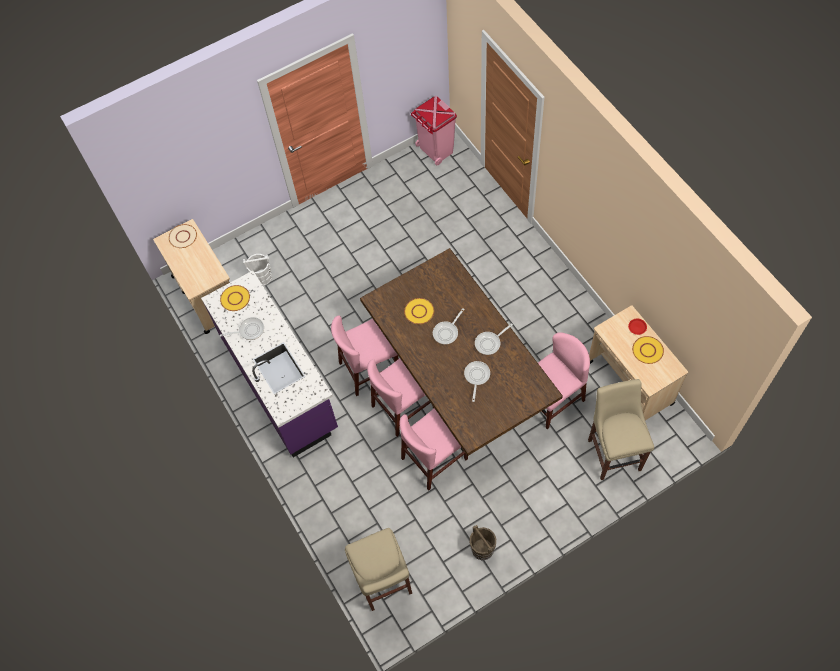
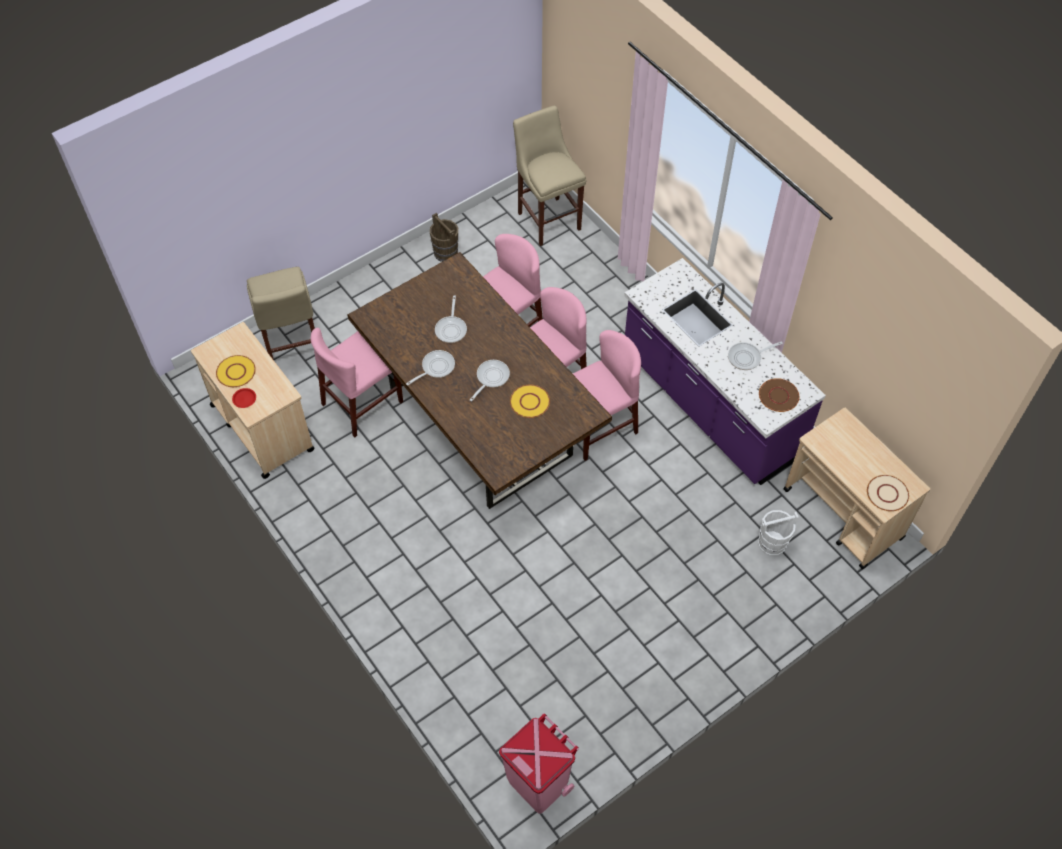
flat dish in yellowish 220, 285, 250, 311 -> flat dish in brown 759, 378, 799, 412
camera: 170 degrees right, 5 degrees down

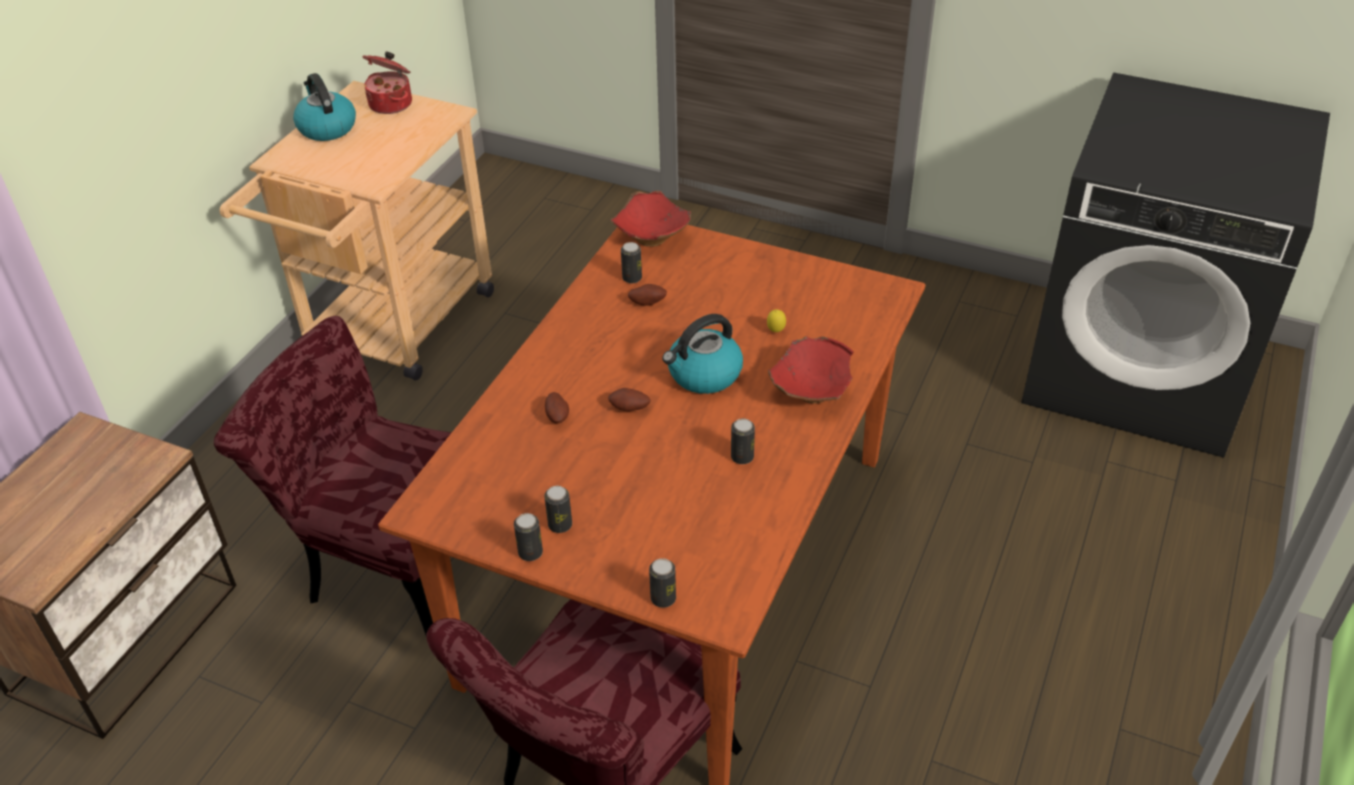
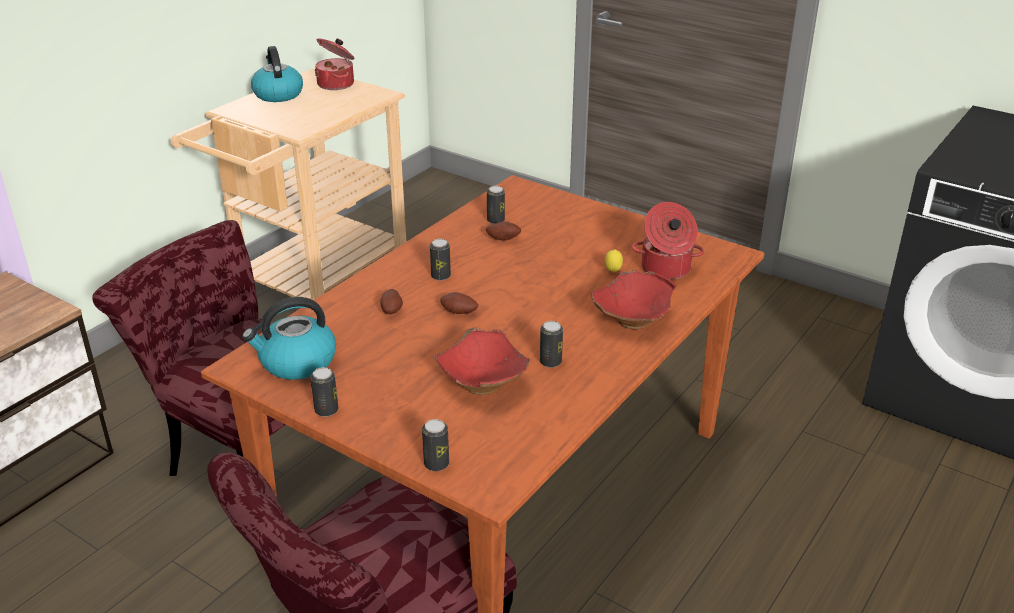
none -> cooking pot 632, 202, 704, 279
can 544, 486, 572, 533 -> can 430, 239, 451, 281, relocated
deep dish in red-coloured 610, 191, 691, 247 -> deep dish in red-coloured 433, 328, 530, 395, relocated
water kettle 662, 314, 743, 394 -> water kettle 242, 297, 336, 380, relocated
camera: 10 degrees right, 10 degrees down

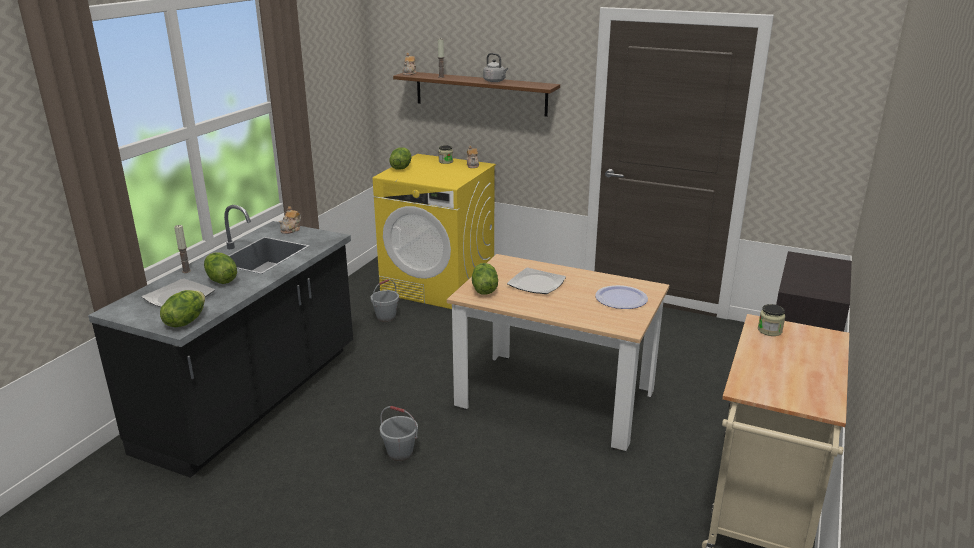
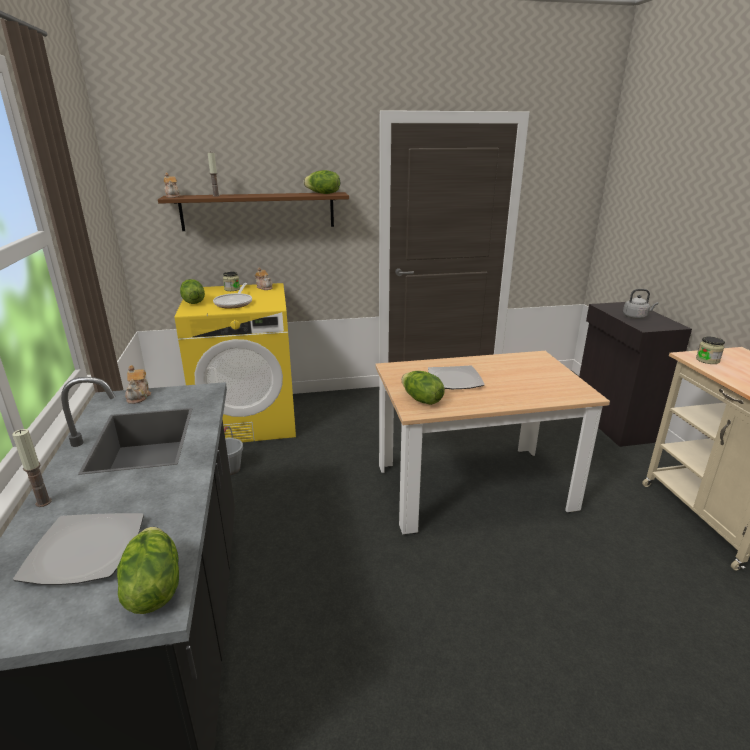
water bucket in grey 380, 406, 418, 461 -> none
flat dish 595, 285, 648, 309 -> none
none -> skillet 213, 283, 252, 308
lettuce 204, 253, 237, 284 -> lettuce 304, 170, 340, 194, relocated
water kettle in grey 483, 53, 508, 82 -> water kettle in grey 623, 289, 658, 319, relocated
camera: 35 degrees left, 0 degrees up

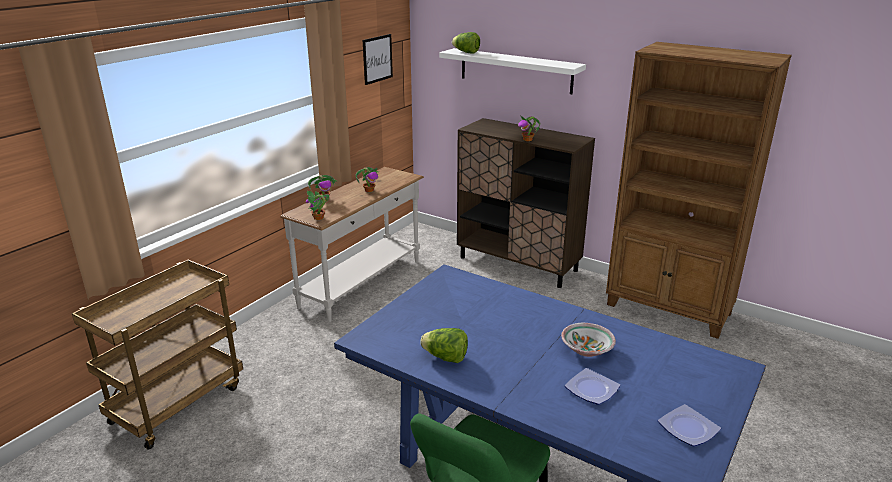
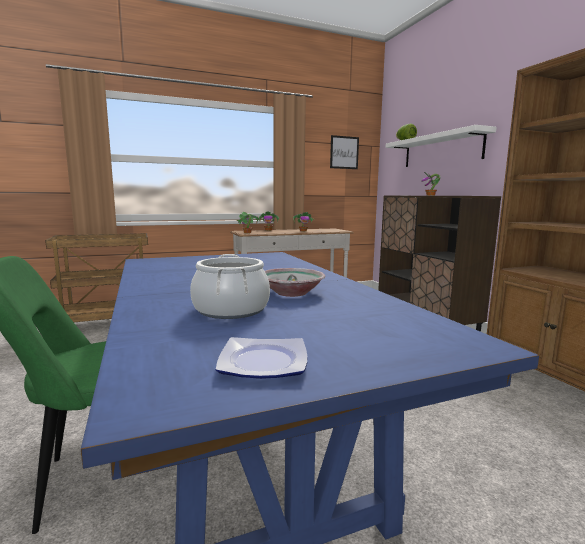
lettuce 420, 328, 468, 363 -> none
flat dish 564, 368, 620, 405 -> cooking pot 190, 254, 270, 319
camera: 35 degrees right, 15 degrees down

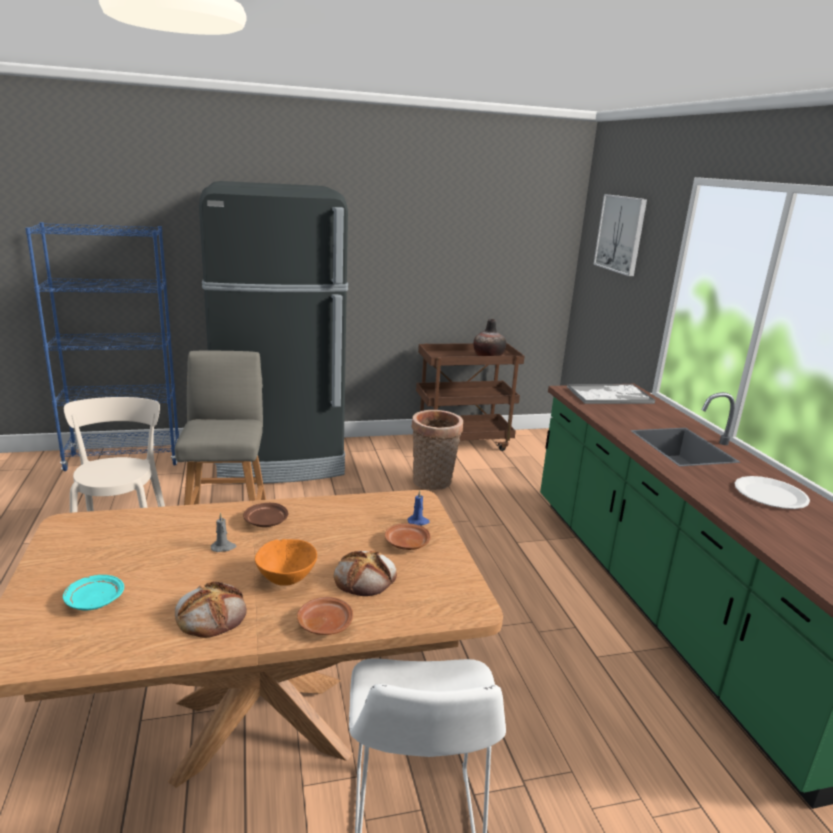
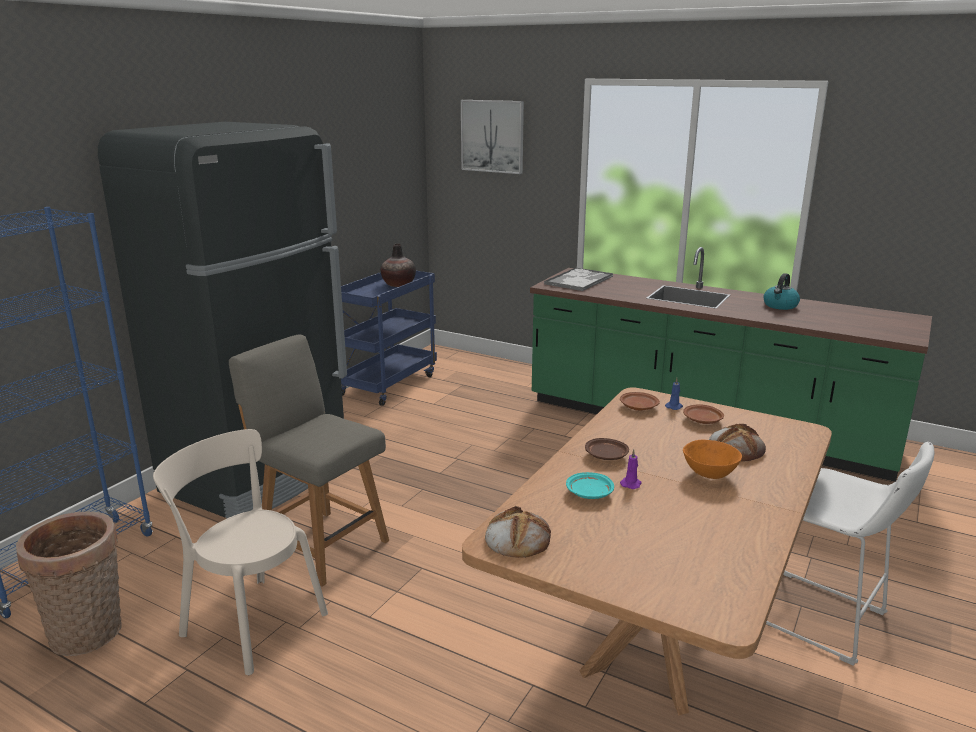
flat dish in blue-green 63, 575, 124, 610 -> flat dish in blue-green 566, 472, 614, 499, relocated
bakery bread 175, 582, 247, 638 -> bakery bread 485, 506, 551, 558, relocated
flat dish in brown 297, 597, 353, 635 -> flat dish in brown 620, 392, 660, 411, relocated
basket 411, 410, 463, 490 -> basket 16, 511, 122, 656, relocated
flat dish in white-coloured 734, 476, 810, 509 -> water kettle 763, 273, 800, 310
wax candle in grey 211, 513, 236, 552 -> wax candle in purple-coloured 620, 449, 641, 489
trolley in brown 416, 343, 525, 451 -> trolley in blue-coloured 341, 271, 437, 406
camera: 45 degrees left, 0 degrees up

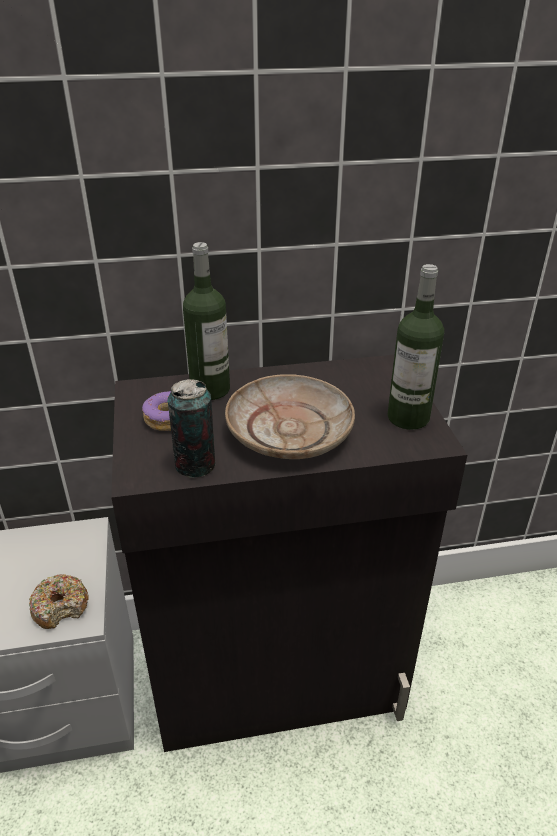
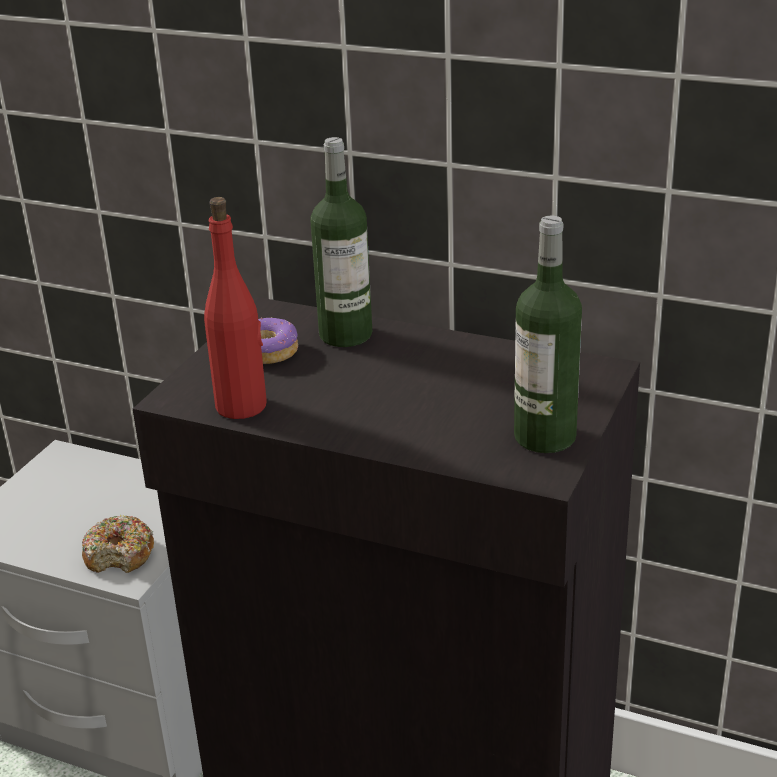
flat dish in beige-coloured 225, 374, 355, 459 -> none
can 167, 379, 215, 478 -> beverage bottle in red-coloured 204, 197, 267, 419
camera: 35 degrees right, 5 degrees down

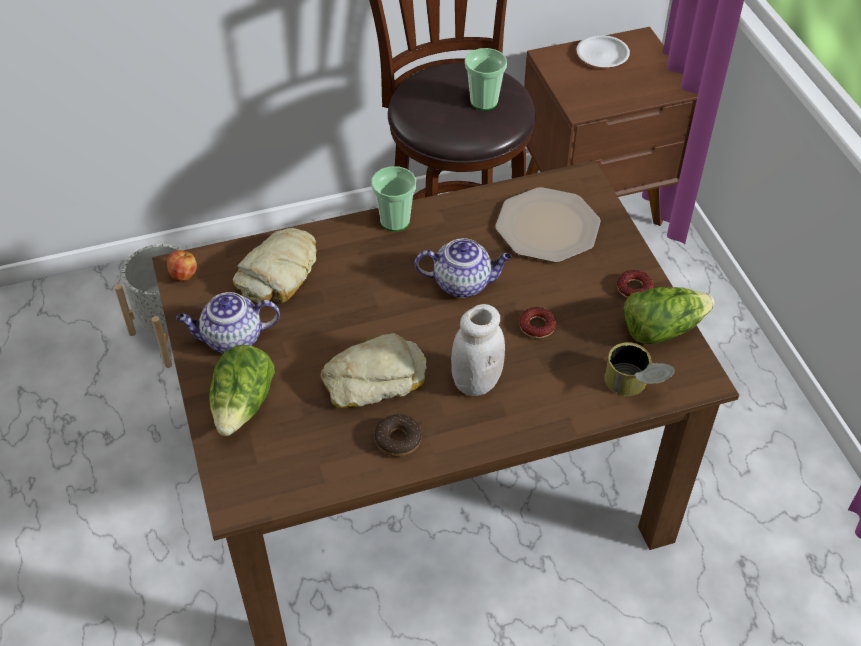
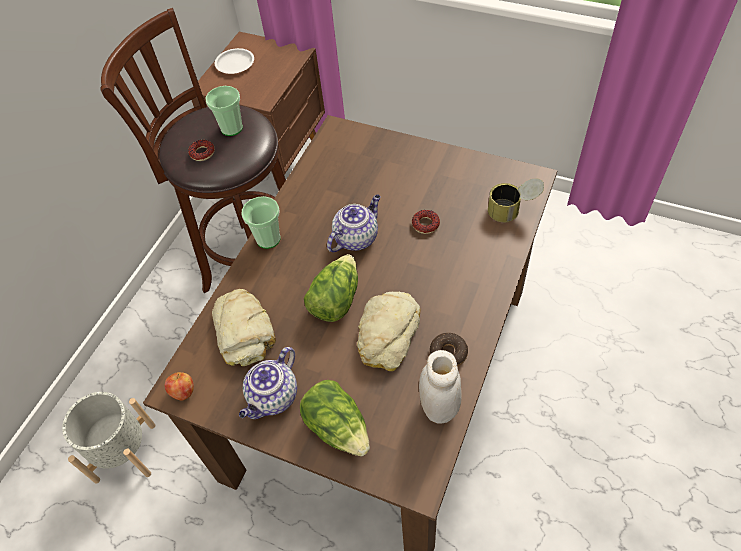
flat dish 495, 187, 601, 262 -> none
jar in white-coloured 451, 304, 505, 396 -> jar in white-coloured 419, 350, 461, 424, relocated
donut 617, 270, 653, 298 -> donut 188, 140, 215, 161, relocated
lettuce 624, 287, 715, 344 -> lettuce 304, 254, 358, 322, relocated
camera: 45 degrees left, 5 degrees up

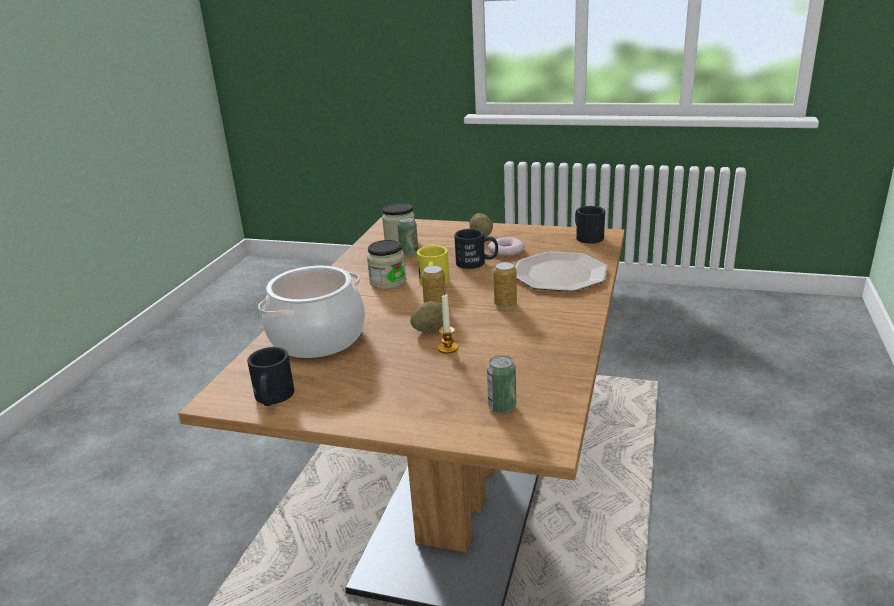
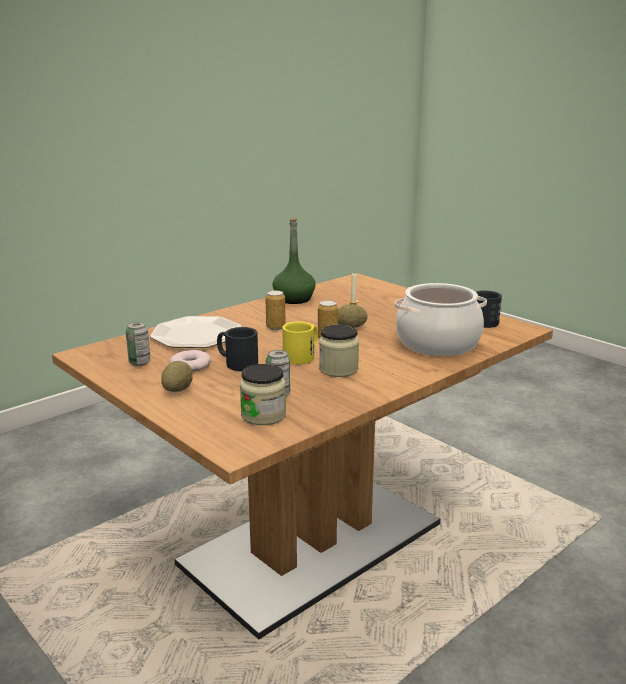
coffee mug in black 575, 206, 605, 244 -> none
none -> beverage bottle in green 272, 217, 316, 304
can 487, 355, 516, 413 -> can 126, 322, 151, 366, relocated
camera: 150 degrees left, 5 degrees down

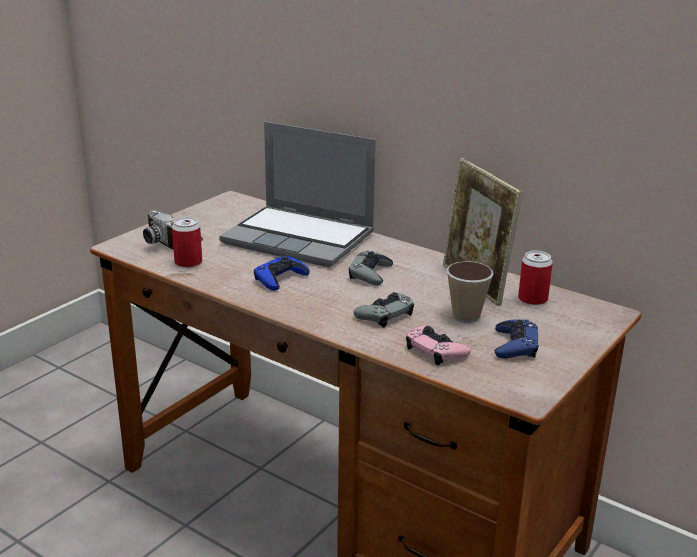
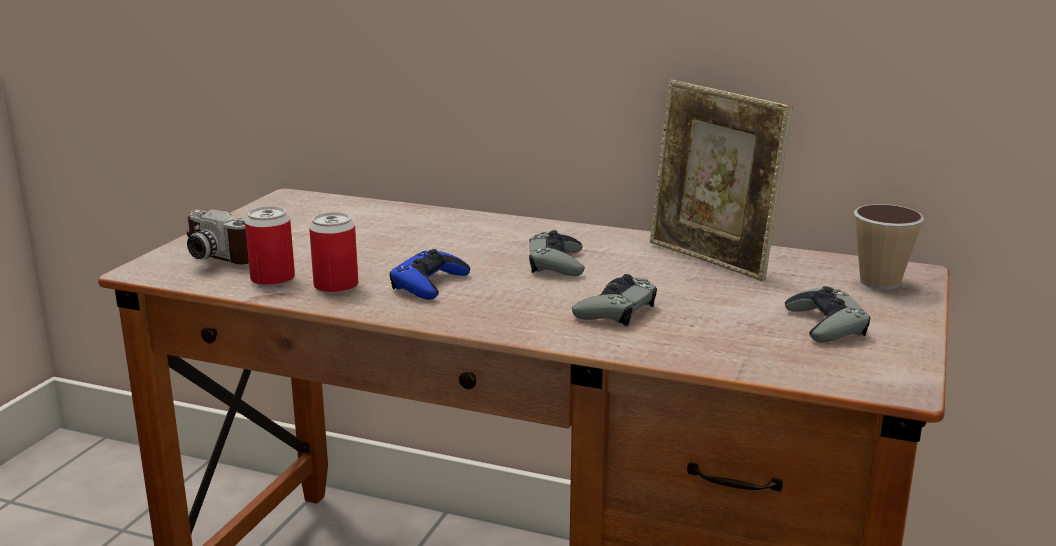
portable computer 219, 122, 376, 267 -> none
joypad in pink-coloured 406, 326, 471, 365 -> none
cup 446, 261, 494, 323 -> cup 854, 204, 924, 290, relocated
can 518, 251, 553, 305 -> can 309, 212, 358, 294, relocated
joypad in blue-coloured 495, 319, 539, 358 -> joypad in grey 785, 286, 870, 342
camera: 15 degrees left, 5 degrees down

